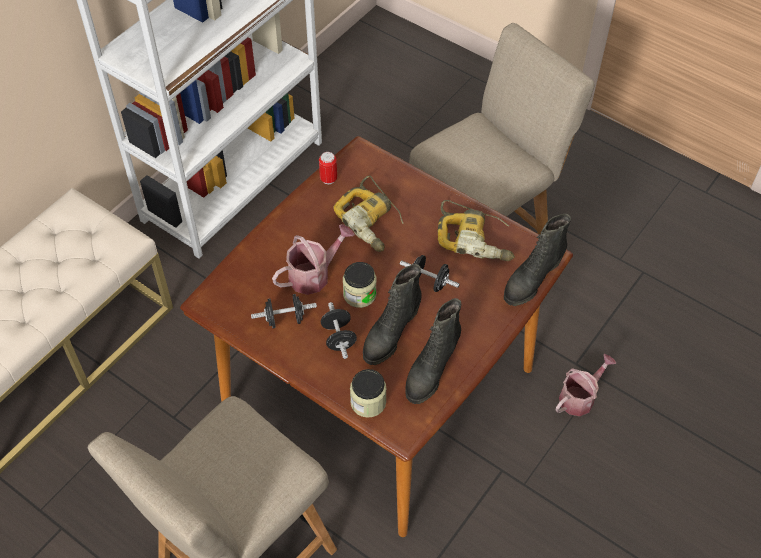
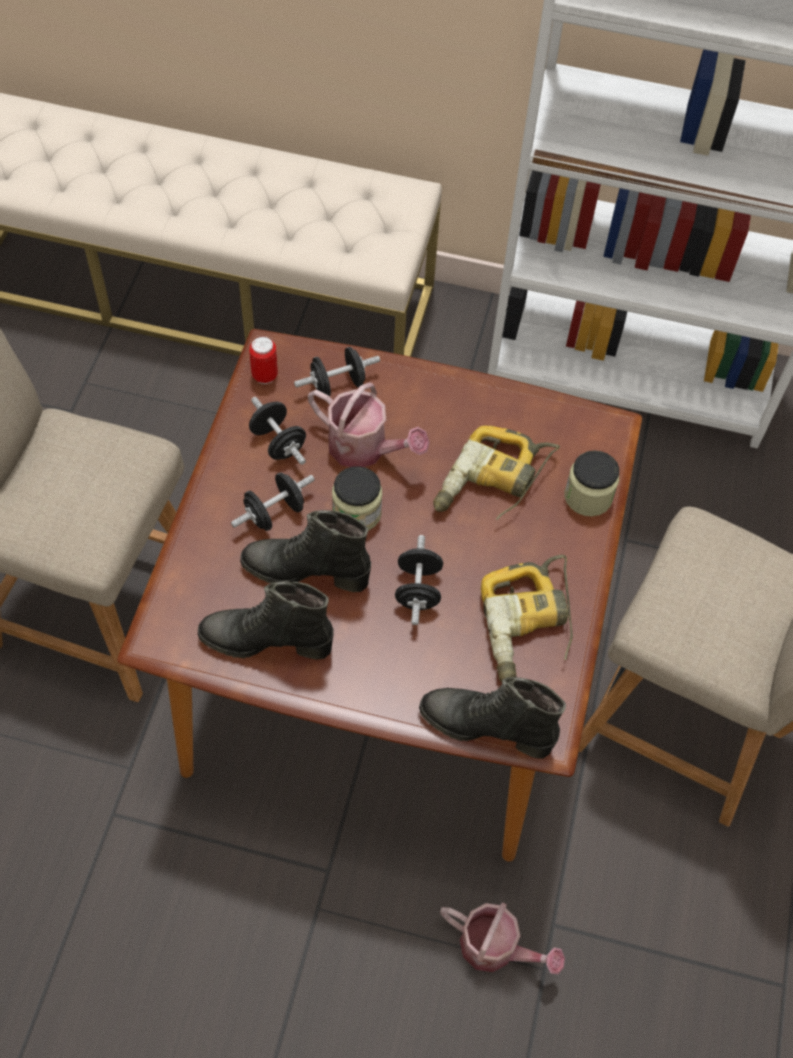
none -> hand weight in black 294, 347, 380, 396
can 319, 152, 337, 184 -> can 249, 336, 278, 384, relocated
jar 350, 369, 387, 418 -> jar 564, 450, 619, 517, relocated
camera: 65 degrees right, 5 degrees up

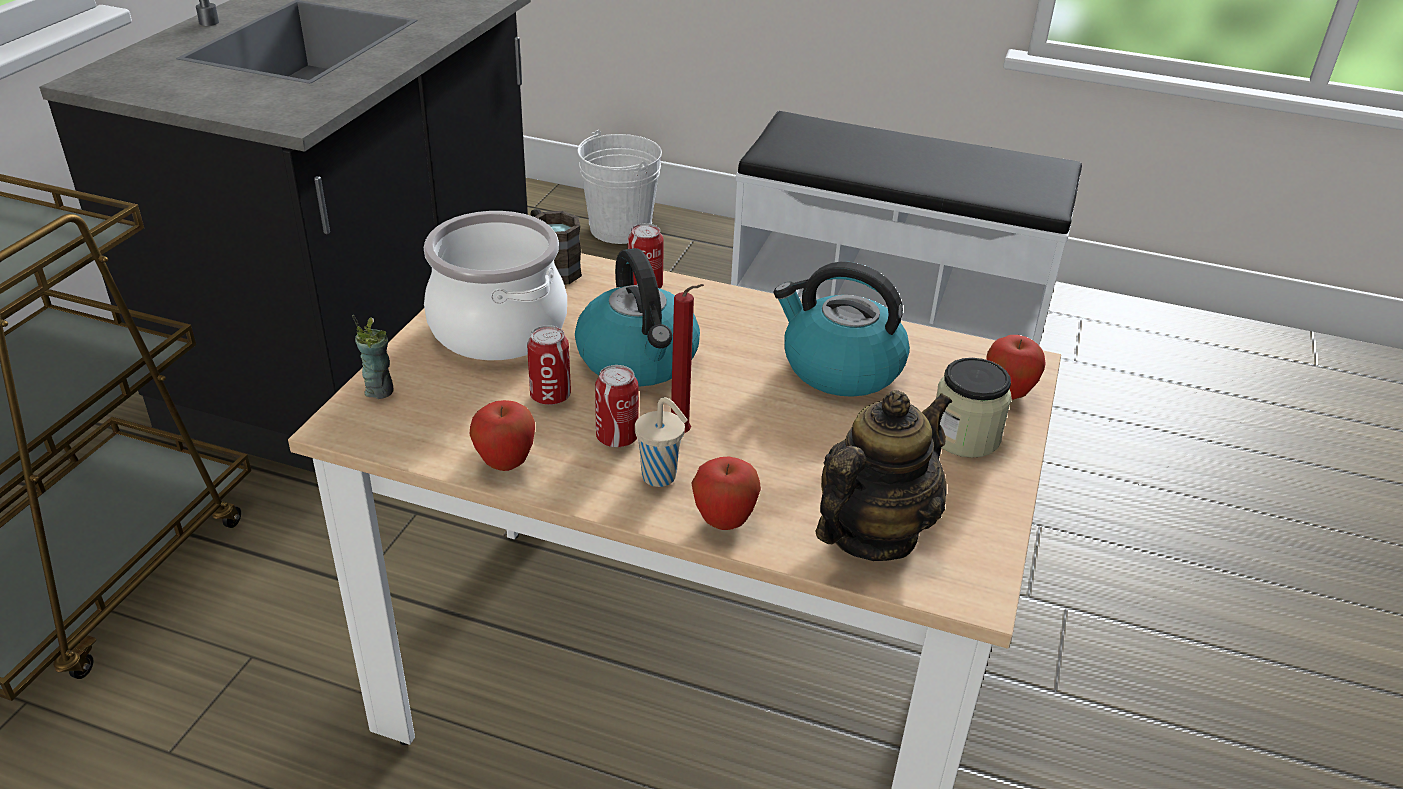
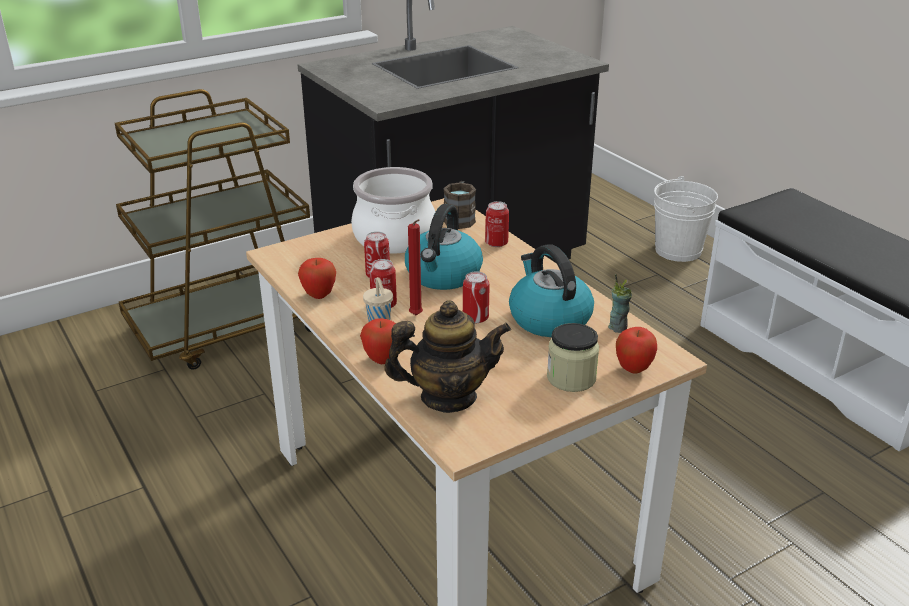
none -> can 463, 272, 489, 323
cup 352, 315, 394, 399 -> cup 608, 274, 632, 333, relocated
camera: 40 degrees right, 5 degrees down

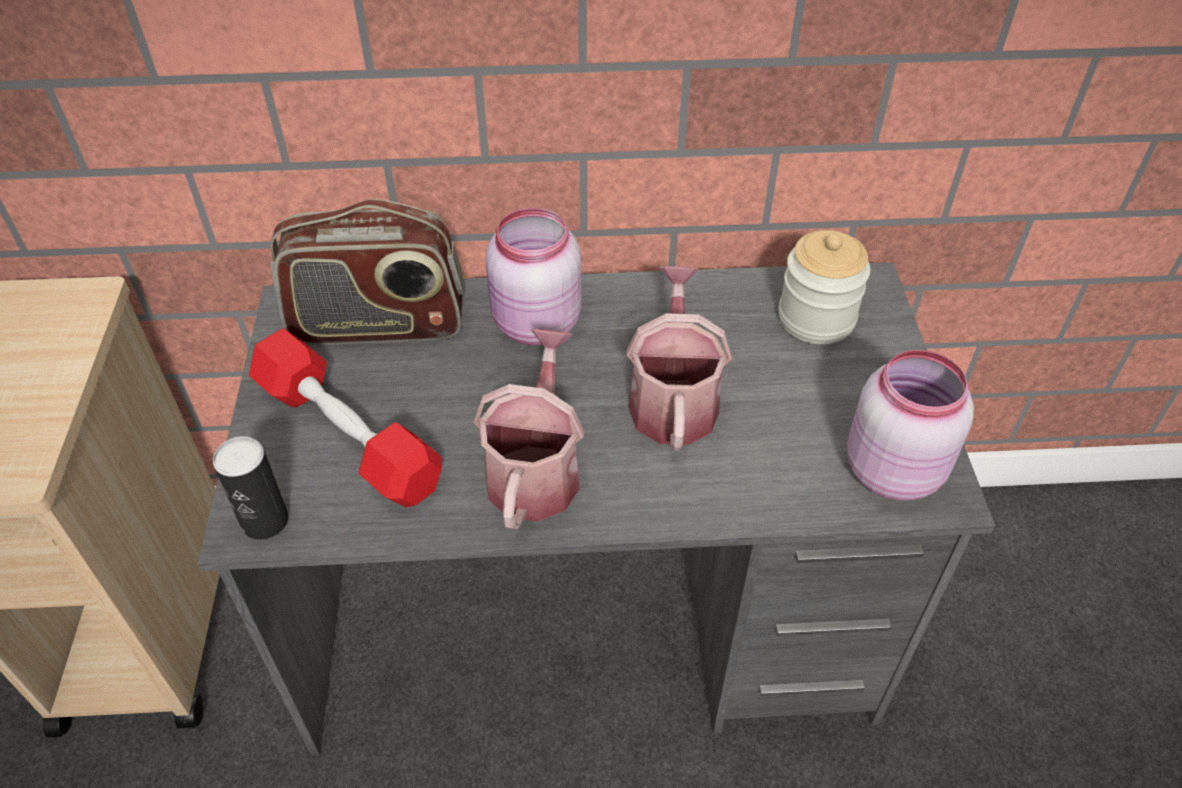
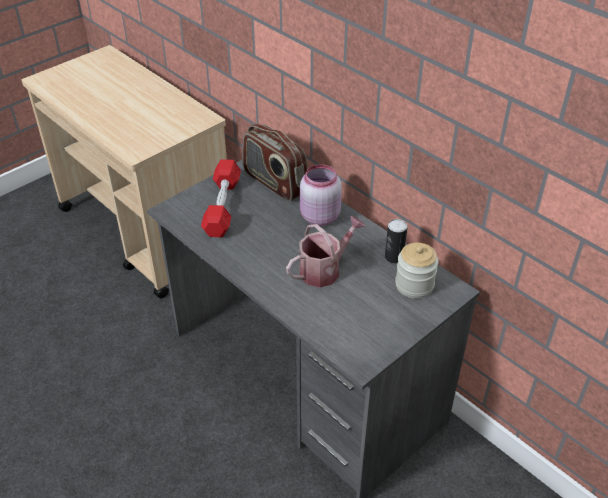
watering can 473, 328, 585, 530 -> none
jar in pink-coloured 847, 350, 974, 501 -> none
can 213, 436, 288, 540 -> can 385, 219, 408, 263, relocated
camera: 50 degrees right, 5 degrees down

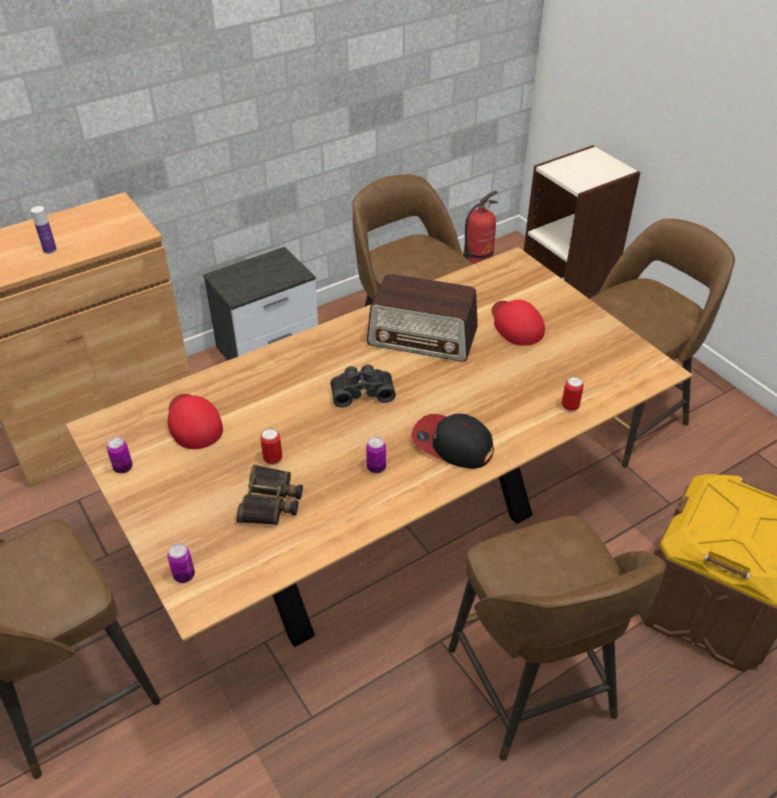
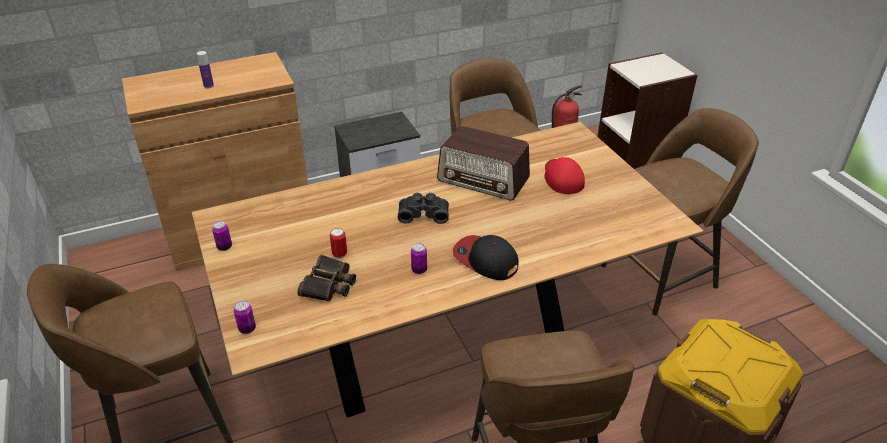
baseball cap in red-coloured 168, 394, 223, 449 -> none
can 561, 377, 584, 412 -> none
camera: 10 degrees right, 5 degrees down

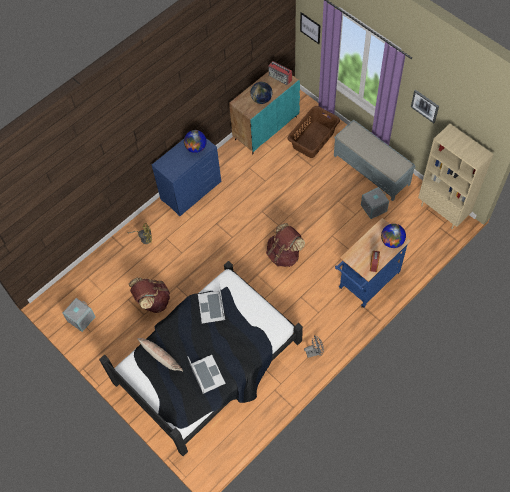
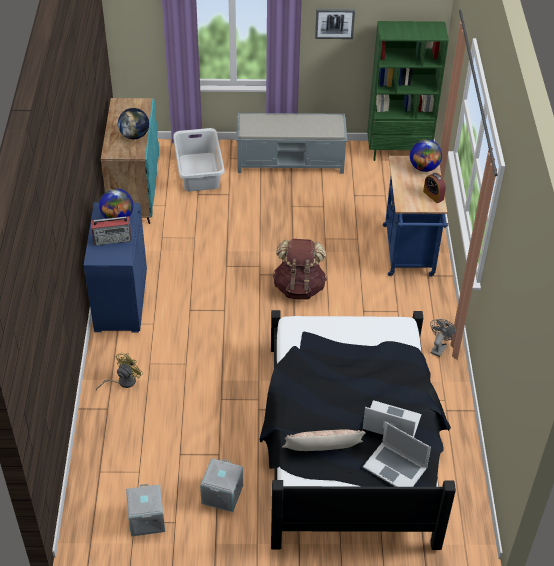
rucksack in brown 129, 277, 170, 313 -> none
wall picture 300, 12, 320, 44 -> none
portable computer 198, 281, 225, 323 -> portable computer 363, 422, 431, 487, relocated
radio receiver 269, 61, 292, 85 -> radio receiver 91, 216, 132, 246, relocated
storage container in grey 361, 187, 389, 219 -> storage container in grey 200, 458, 243, 512, relocated
hamper in brown 287, 106, 340, 158 -> hamper in grey 173, 128, 225, 191
bookcase in beige-coloured 418, 124, 494, 229 -> bookcase in green 367, 21, 449, 161
camera: 50 degrees left, 15 degrees down

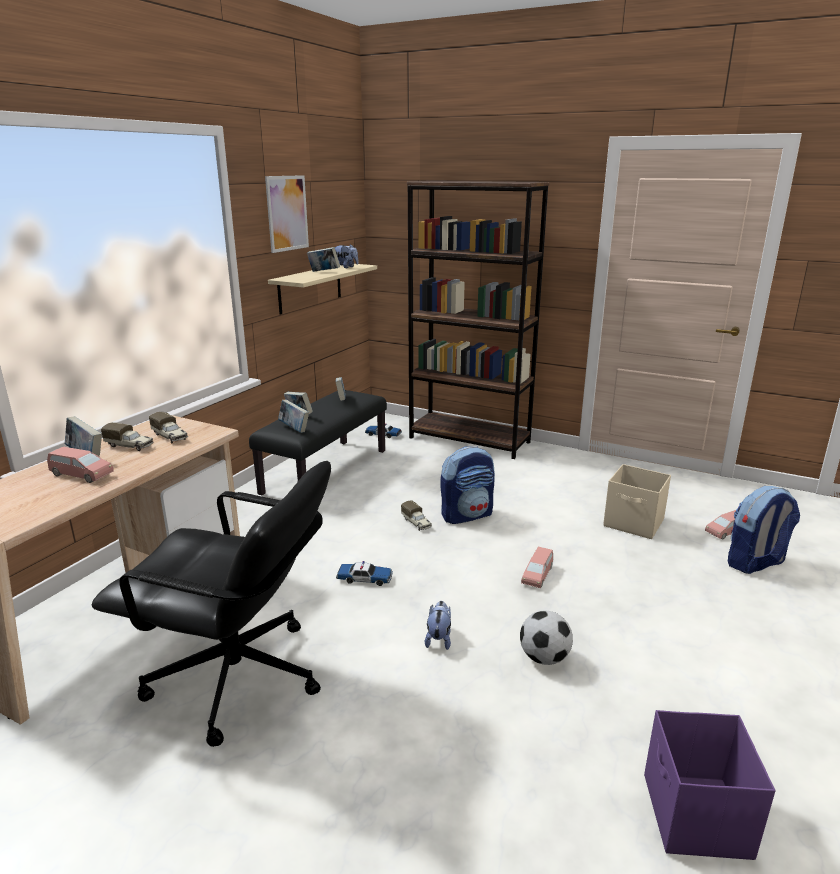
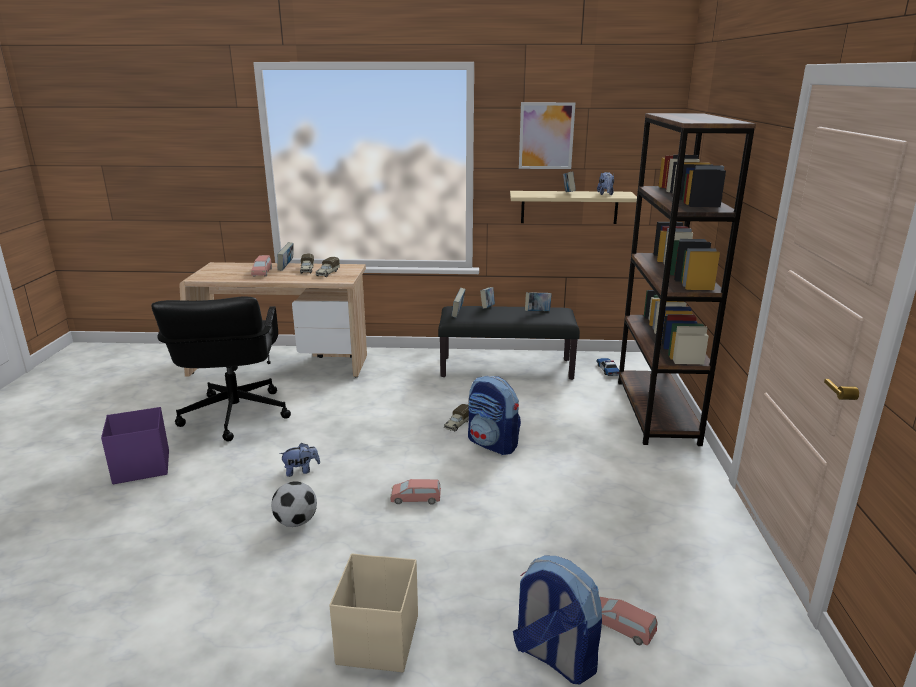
toy car 336, 561, 393, 586 -> none
storage container in beige-coloured 603, 464, 671, 539 -> storage container in beige-coloured 329, 554, 418, 672, relocated
storage container in purple-coloured 644, 710, 776, 860 -> storage container in purple-coloured 101, 407, 169, 484, relocated
camera: 65 degrees right, 0 degrees up

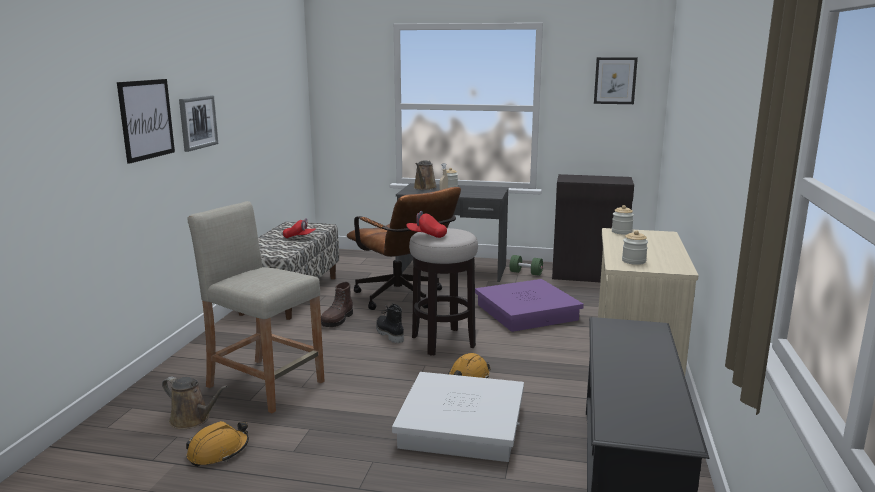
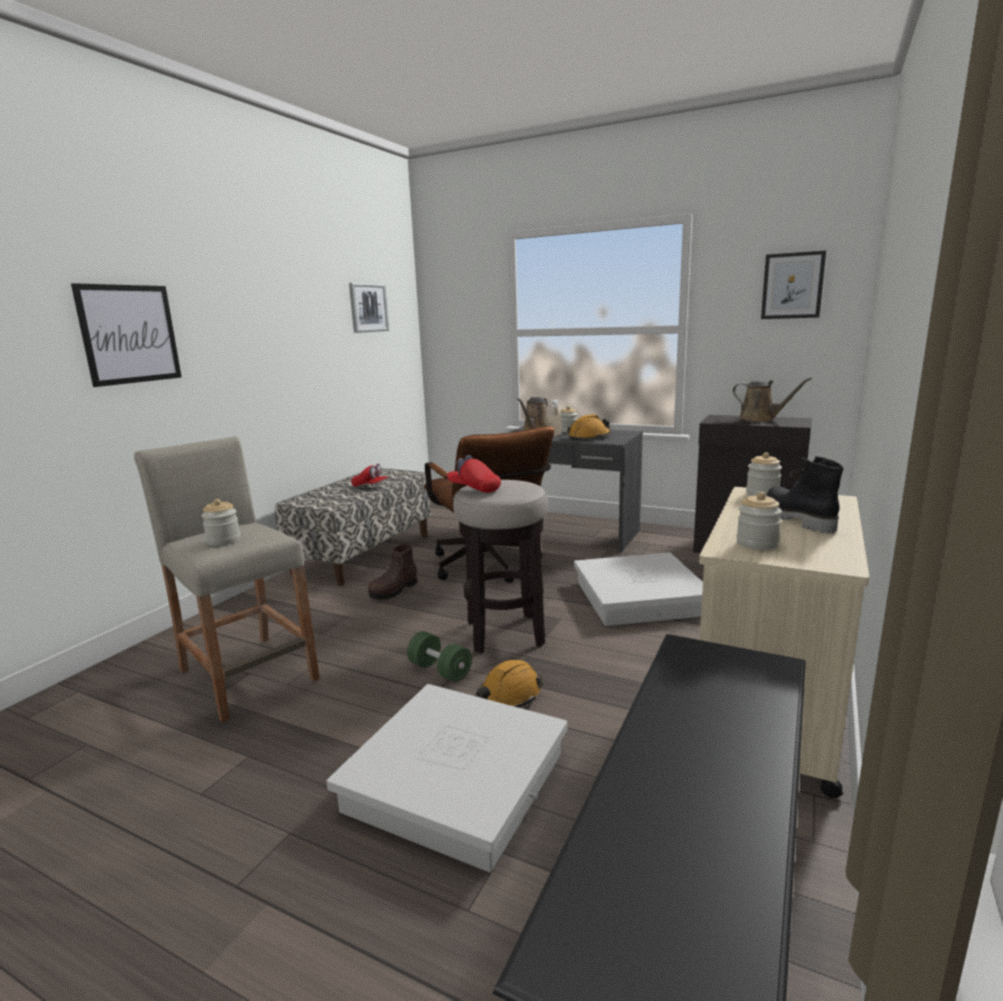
none -> jar 202, 499, 240, 546
watering can in brown 162, 377, 228, 429 -> watering can in brown 732, 377, 812, 422, relocated
wall picture 179, 95, 218, 152 -> wall picture 349, 283, 389, 333, relocated
safety helmet in orange 186, 421, 249, 467 -> safety helmet in orange 567, 414, 611, 441, relocated
boot in black 376, 303, 404, 343 -> boot in black 766, 456, 844, 534, relocated
hand weight in green 510, 255, 543, 276 -> hand weight in green 407, 631, 472, 682, relocated
storage container in purple-coloured 475, 279, 584, 332 -> storage container in white-coloured 574, 553, 703, 626
camera: 15 degrees right, 0 degrees up

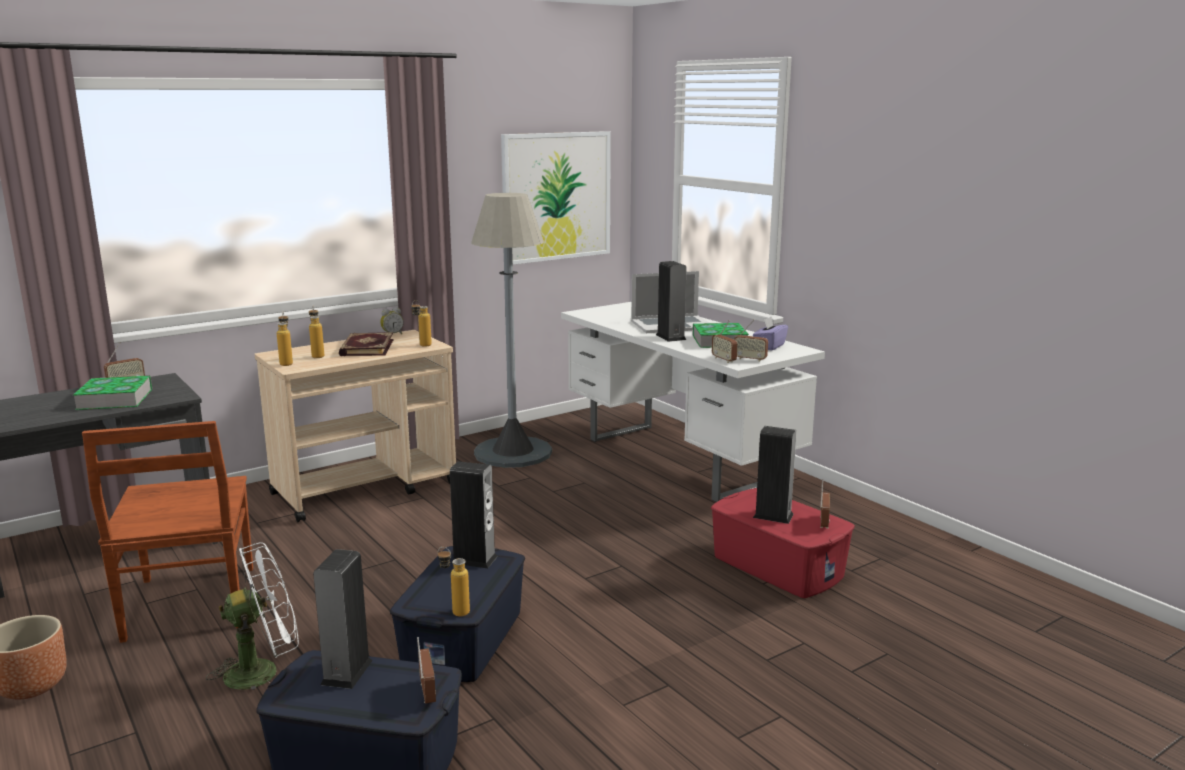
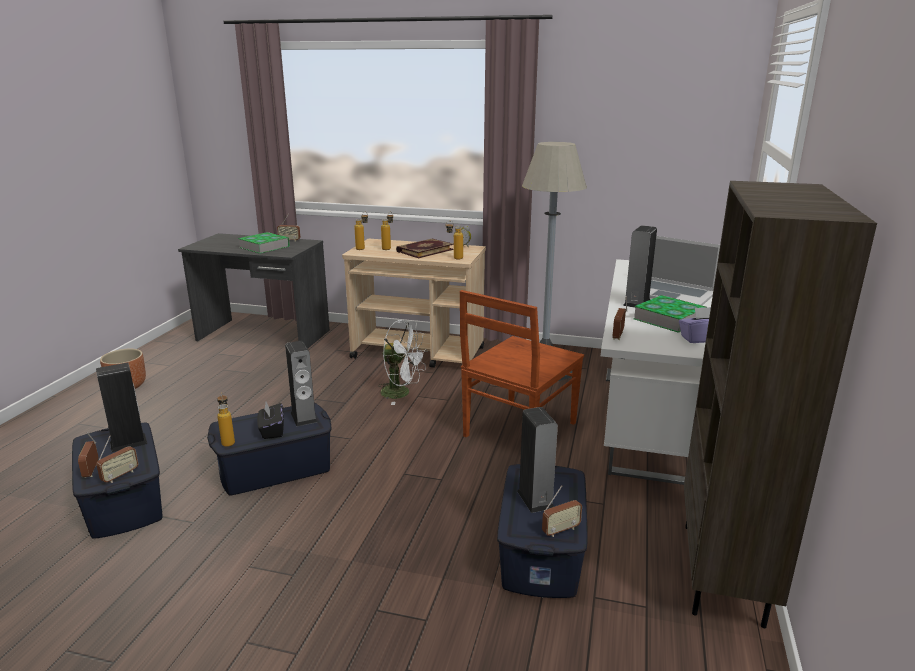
wall picture 501, 131, 611, 265 -> none
none -> box of tissues in black 257, 402, 284, 439
none -> bookcase in brown 684, 181, 877, 628
plain chair in brown 82, 421, 253, 643 -> plain chair in brown 460, 290, 584, 438, relocated
electric fan in white-coloured 206, 542, 299, 690 -> electric fan in white-coloured 378, 320, 428, 405, relocated
radio receiver 734, 319, 768, 362 -> radio receiver 78, 432, 98, 478, relocated
storage container in red-coloured 711, 488, 855, 598 -> storage container in blue-coloured 497, 464, 588, 598
camera: 50 degrees right, 5 degrees up

